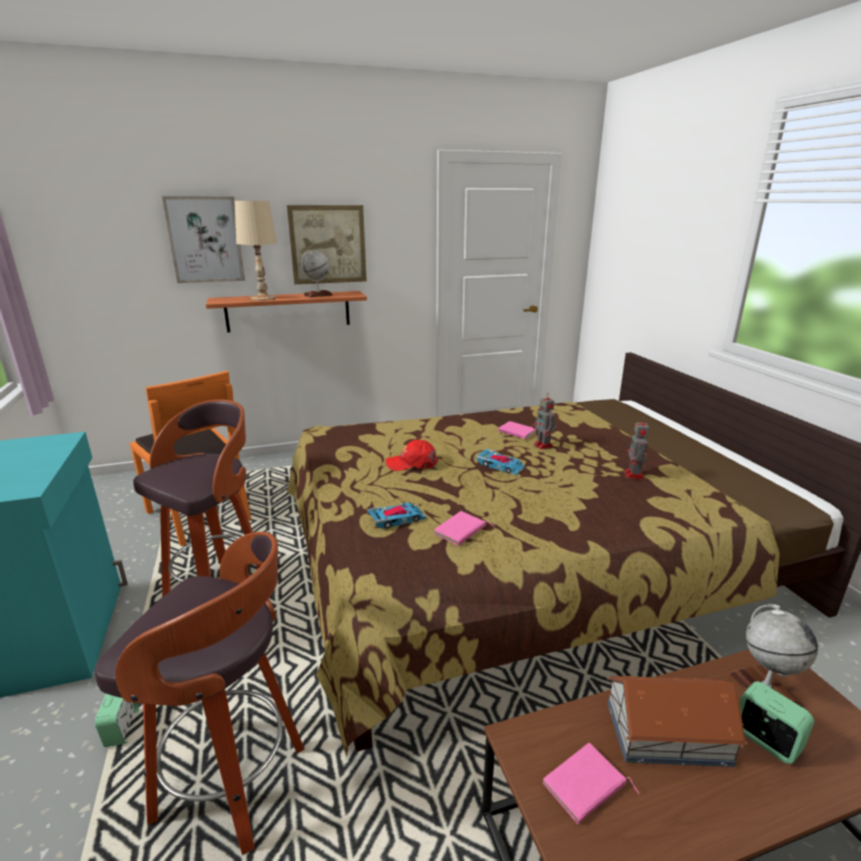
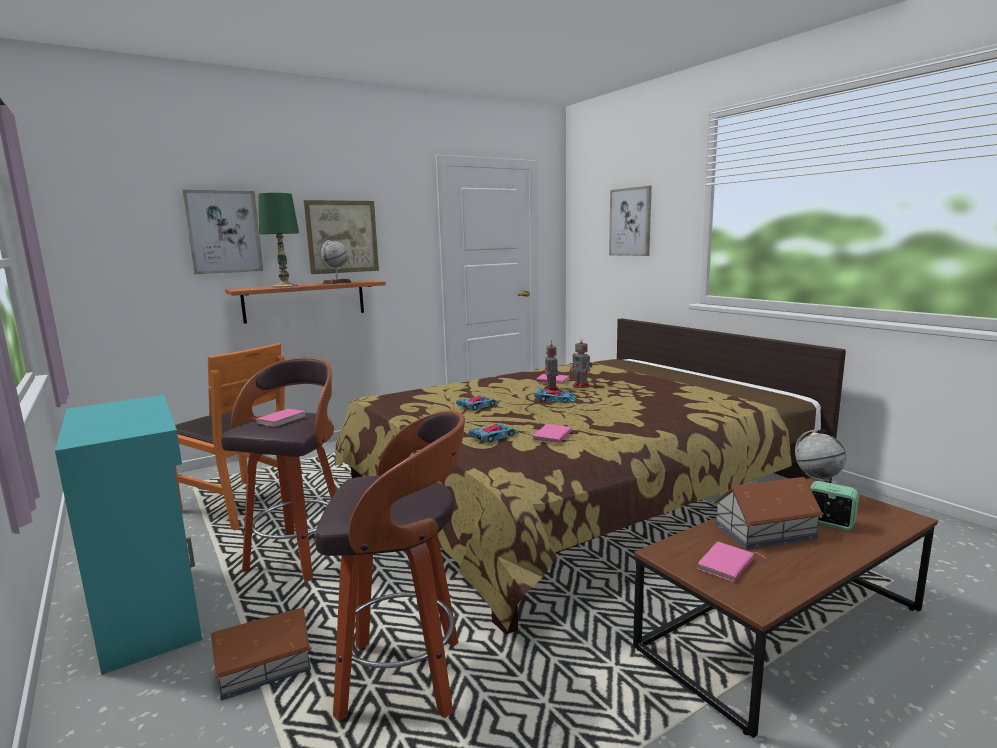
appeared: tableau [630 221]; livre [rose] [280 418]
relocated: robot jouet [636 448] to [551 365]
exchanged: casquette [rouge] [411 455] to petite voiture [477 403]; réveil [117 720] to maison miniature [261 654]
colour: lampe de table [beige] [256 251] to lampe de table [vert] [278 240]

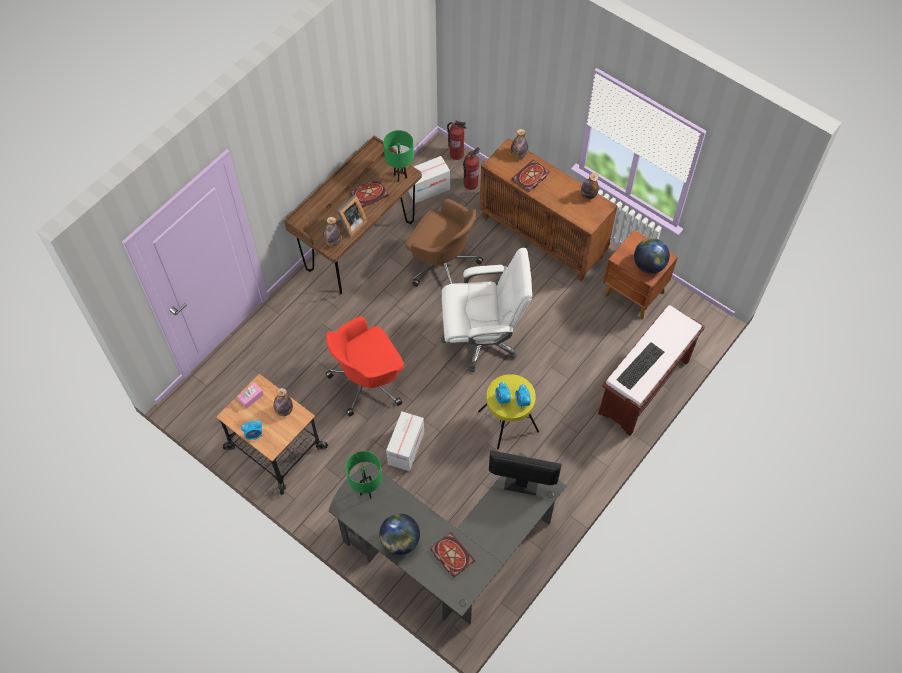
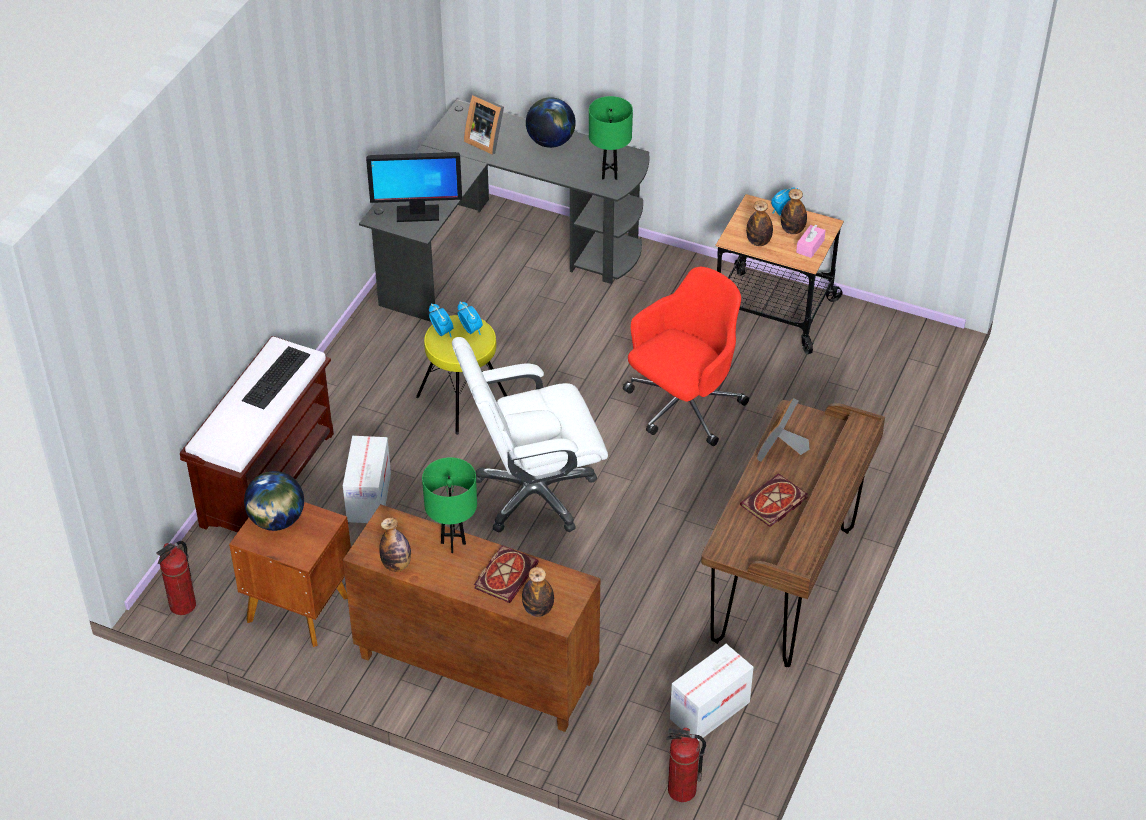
missing: chaise de bureau [marron] [444 243]
relocated: lampe de table [vert] [398 156] to [449 505]; extincteur [471 168] to [176 578]; bouteille [332 231] to [794 211]; carton [405 441] to [367 479]
exchanged: livre [452 554] to cadre photo [484 124]

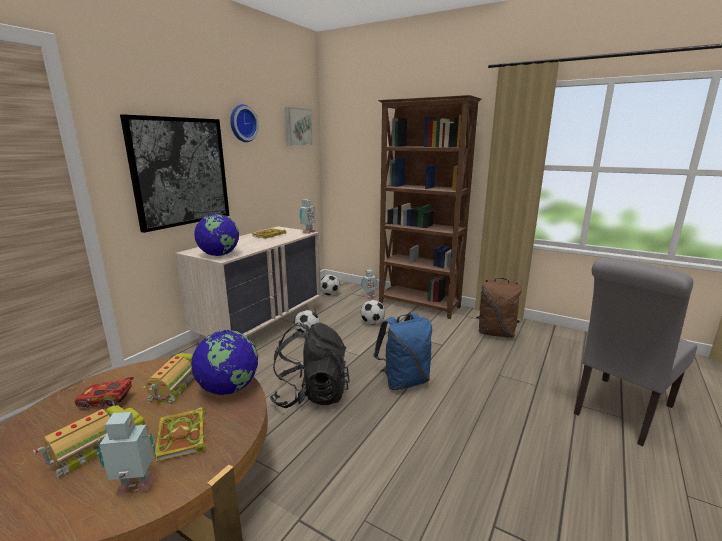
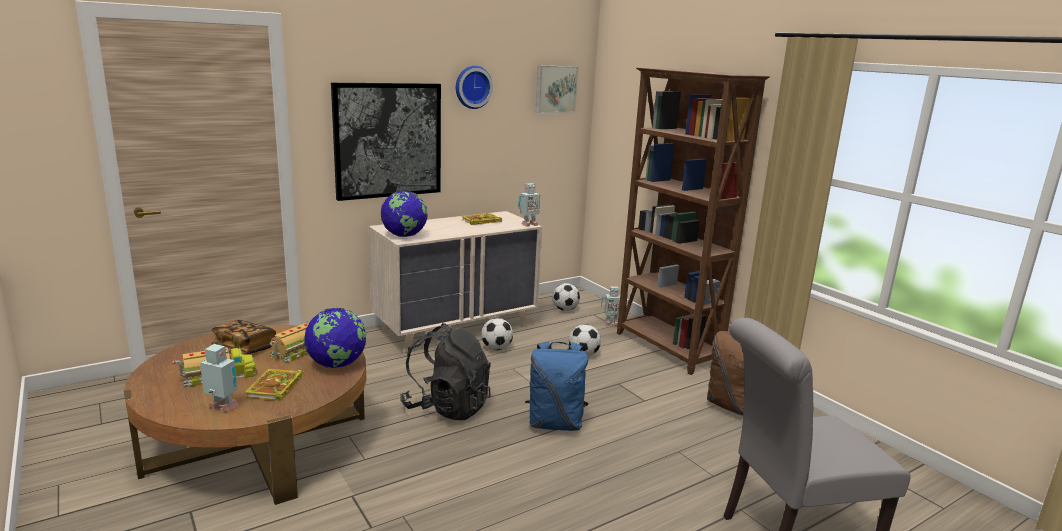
exchanged: petite voiture [rouge] [104 393] to livre [243 337]

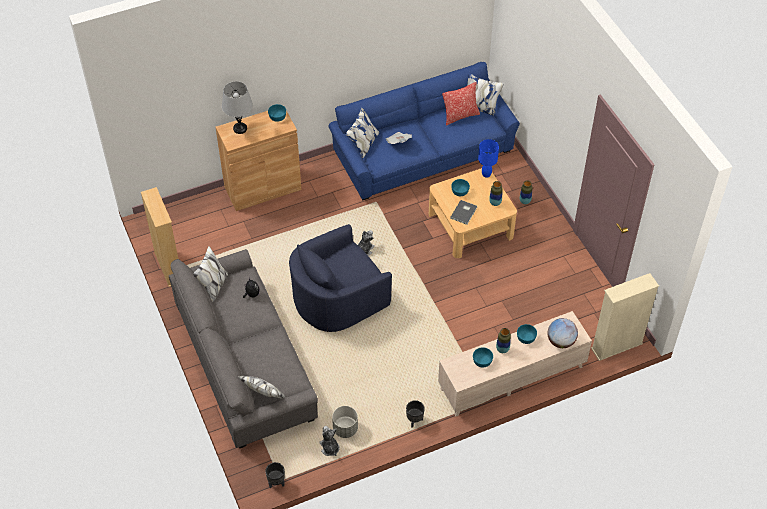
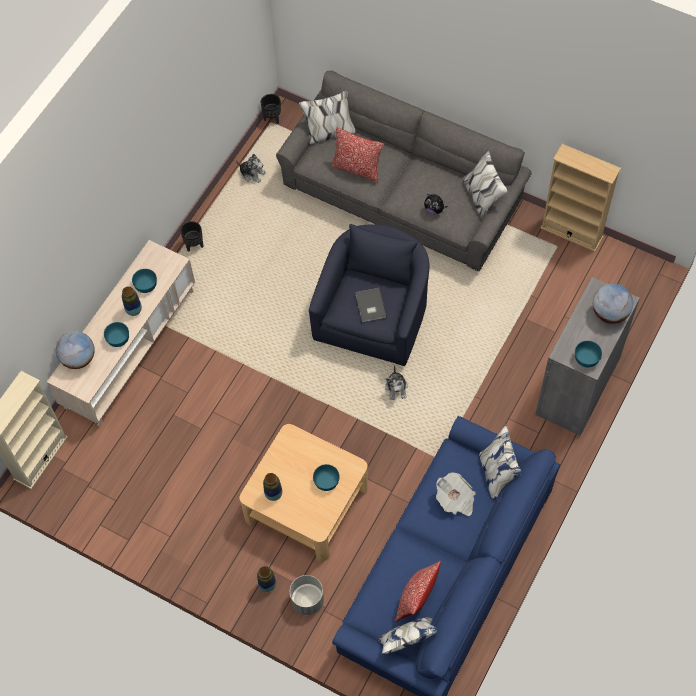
missing: lampe de table [bleu] [488 158]
appeared: coussin [357 156]
relocated: livre [gris] [463 212] to [371 305]; cache-pot [gris] [345 422] to [307 595]
exchanged: lampe de table [gris] [237 107] to globe [613 304]
colour: meuble de rangement [marron] [259 161] to meuble de rangement [gris] [587 356]

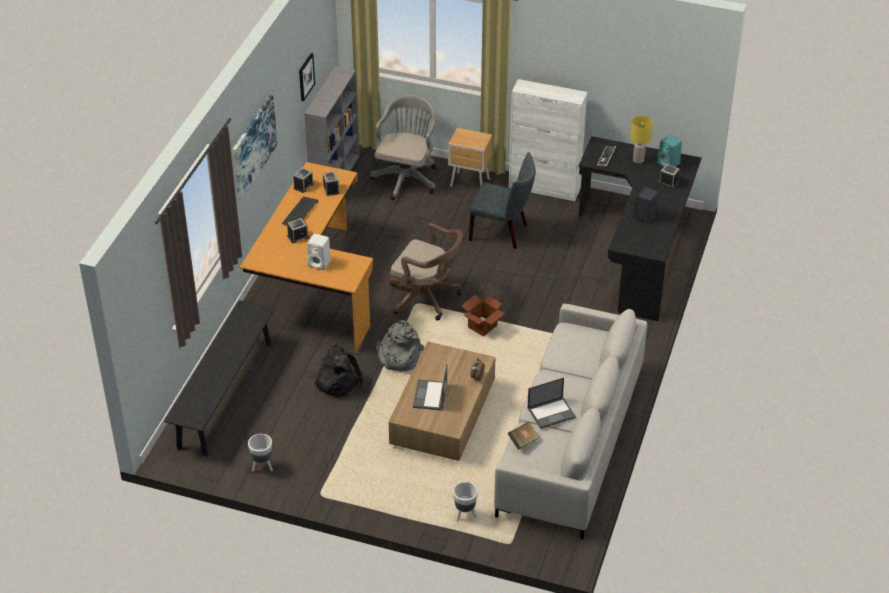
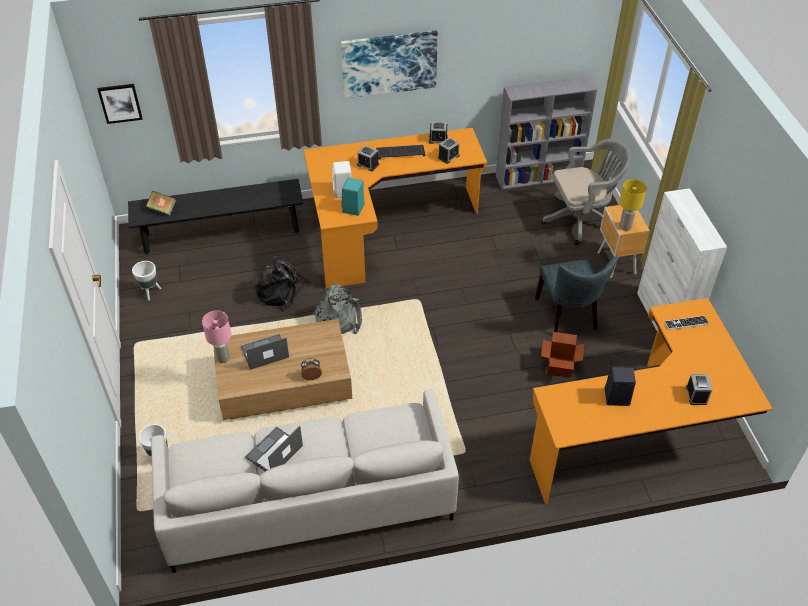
missing: chaise de bureau [marron] [426 272]
appeared: lampe de table [rose] [216 337]
relocated: tableau [307 77] to [120 104]; lampe de table [jaune] [641 140] to [633 205]; enceinte [turquoise] [669 150] to [352 196]; carton [483 316] to [562 355]; livre [524 436] to [161 203]
colour: bureau [noir] [640 228] to bureau [orange] [651 401]
spun: ordinateur portable [552 403] = [274 449] 90 degrees clockwise

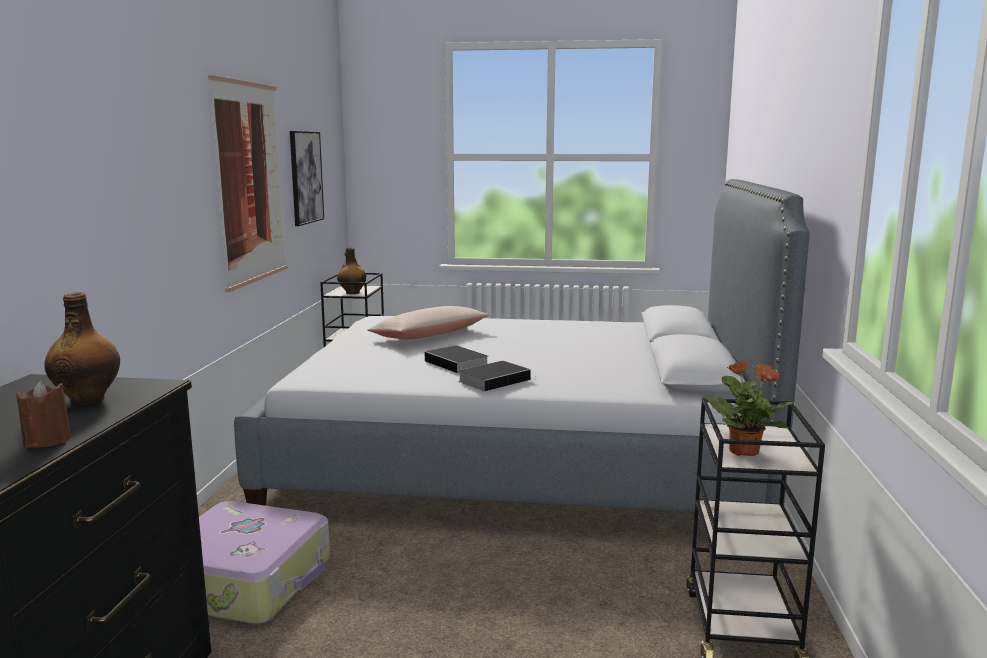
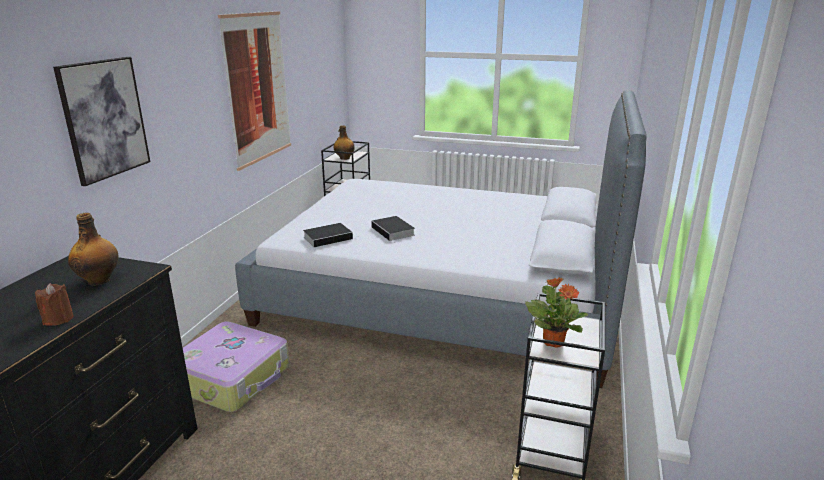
missing: coussin [beige] [428 322]
relocated: tableau [307 178] to [101 121]; livre [496 376] to [328 235]

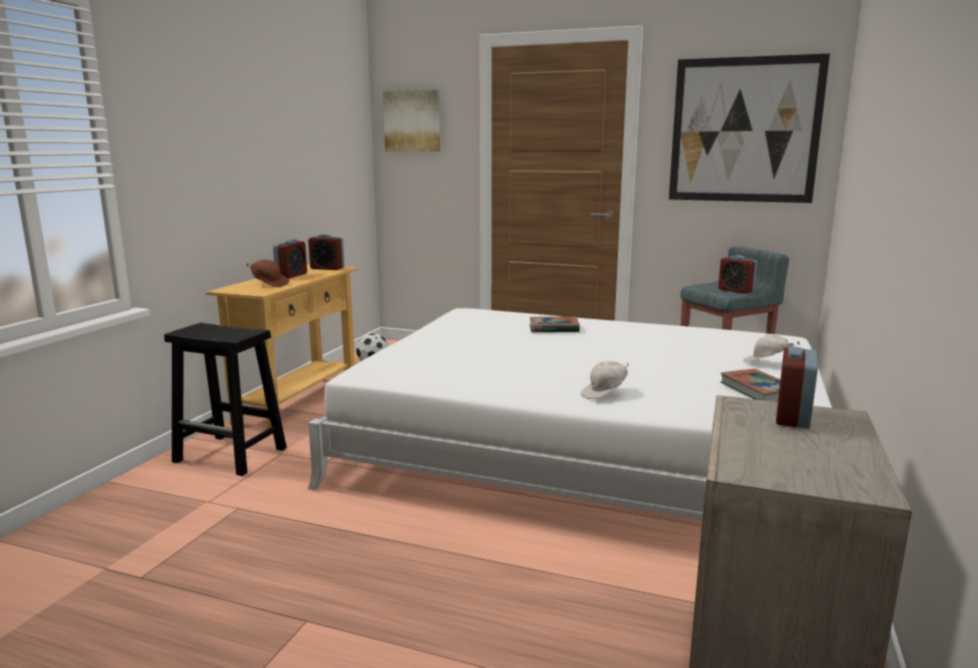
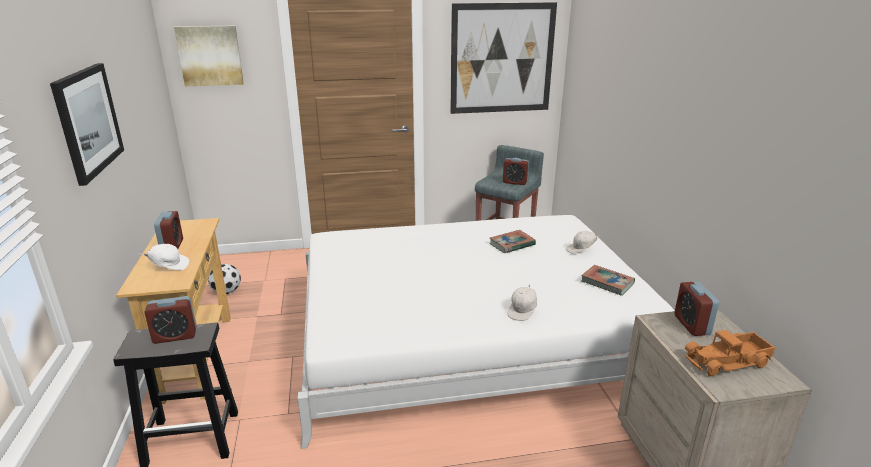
appeared: tableau [87 124]; camion jouet [730 353]
relocated: réveil [326 252] to [170 320]; livre [555 324] to [513 241]
colour: casquette [marron] [268 273] to casquette [blanc] [164 257]

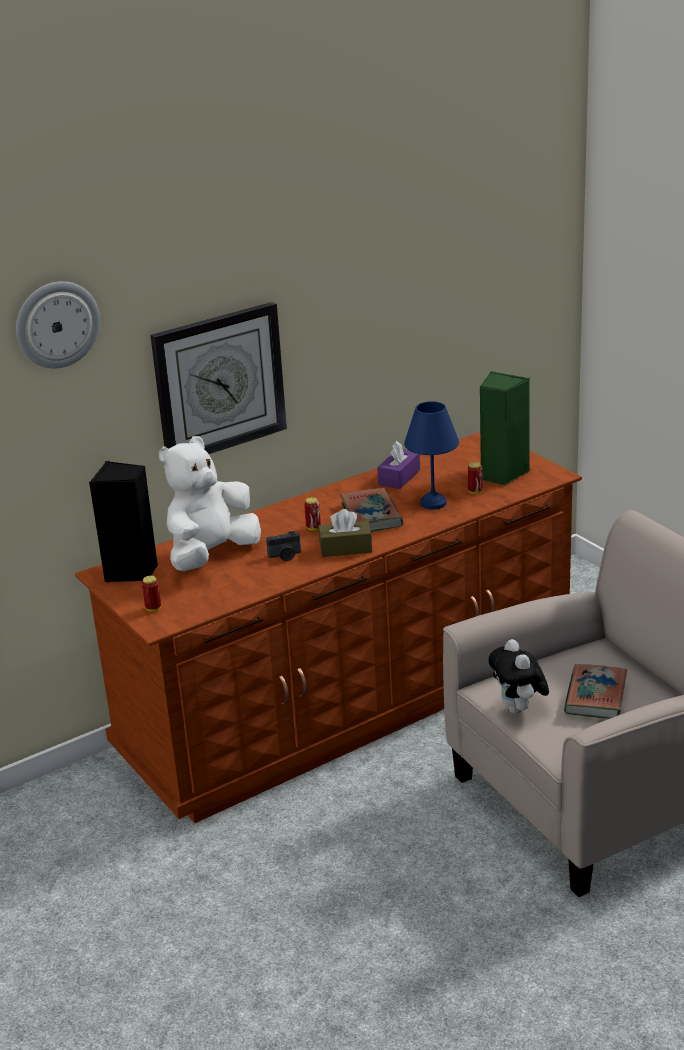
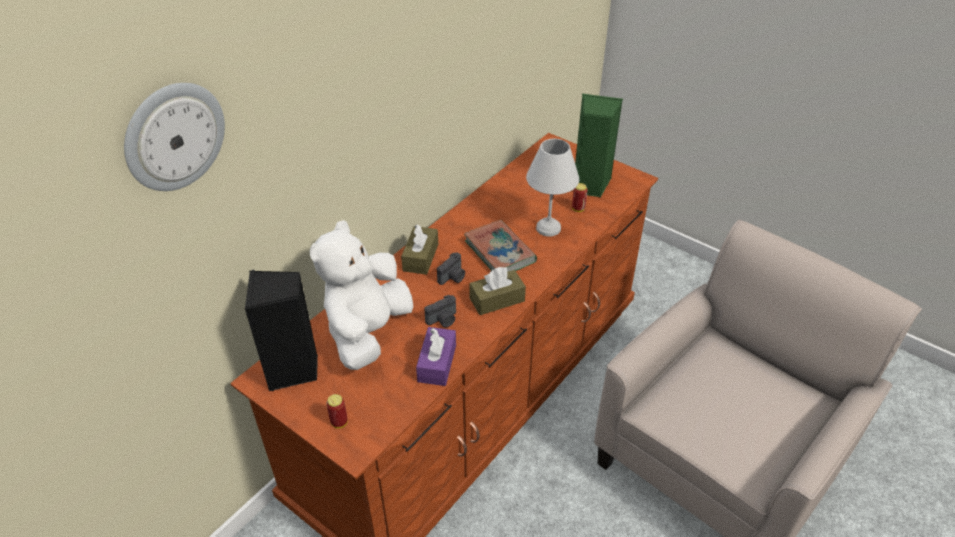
missing: horloge murale [218 378]; peluche [519 676]; livre [595 691]
appeared: boîte à mouchoirs [marron] [419 249]
relocated: boîte à mouchoirs [violet] [398 465] to [436 356]
exchanged: boîte métallique [312 514] to appareil photo [451 269]
colour: lampe de table [bleu] [431 455] to lampe de table [blanc] [552 188]

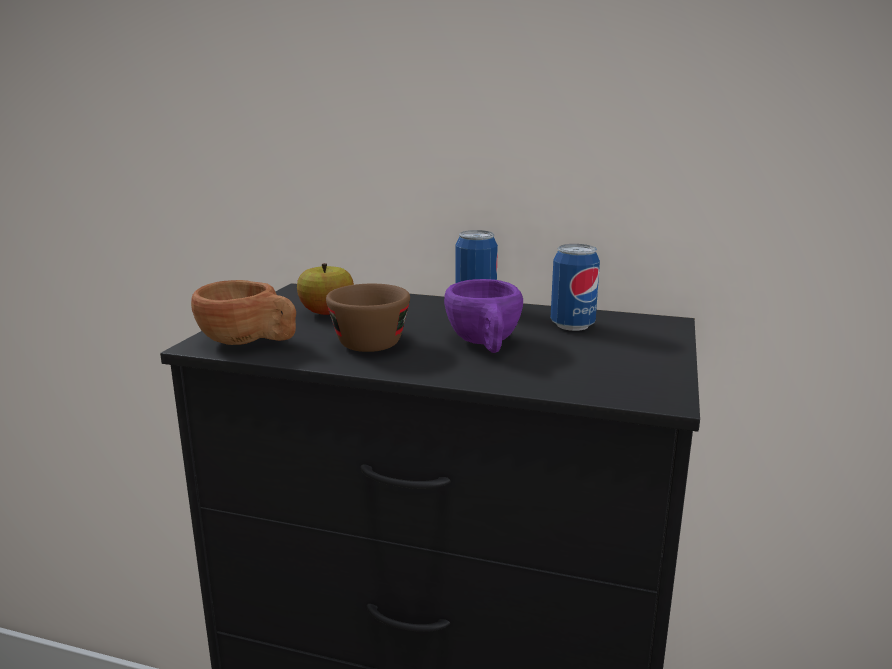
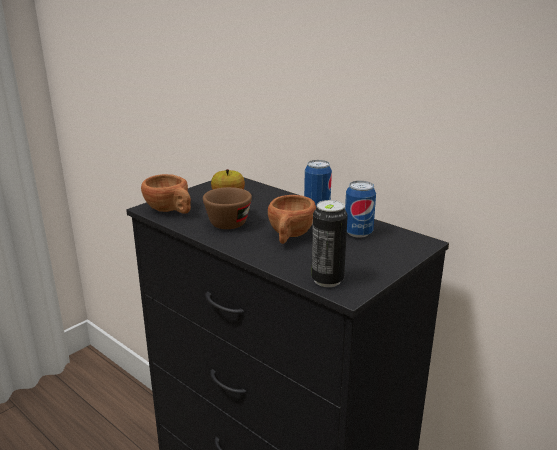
appeared: boîte métallique [329 243]
colour: tasse [violet] [483 316] to tasse [marron] [292 219]

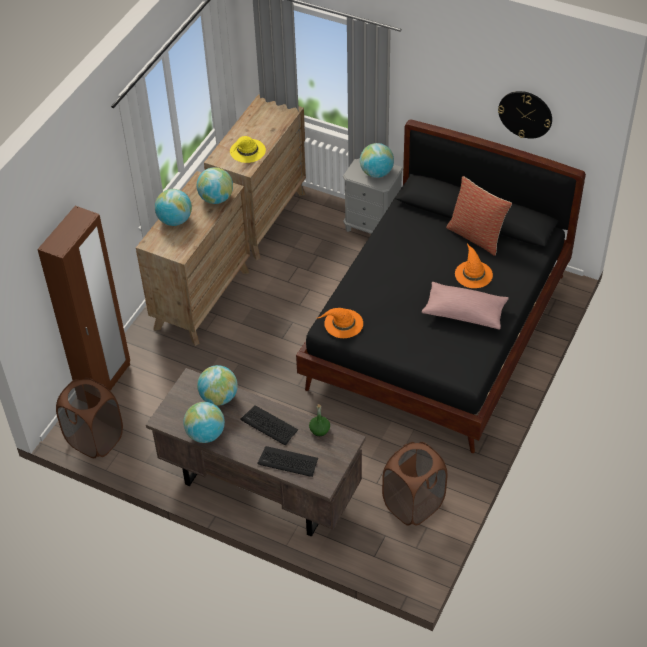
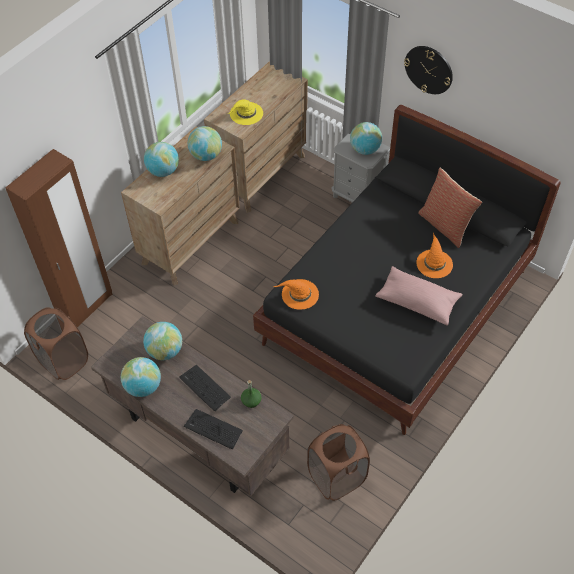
relocated: horloge murale [525 114] to [428 70]

